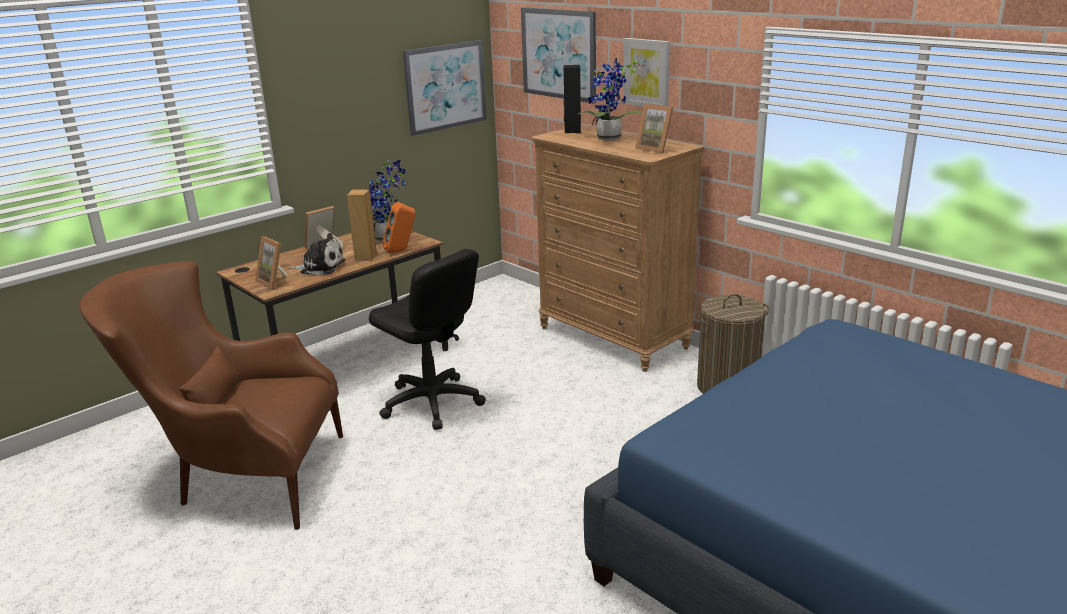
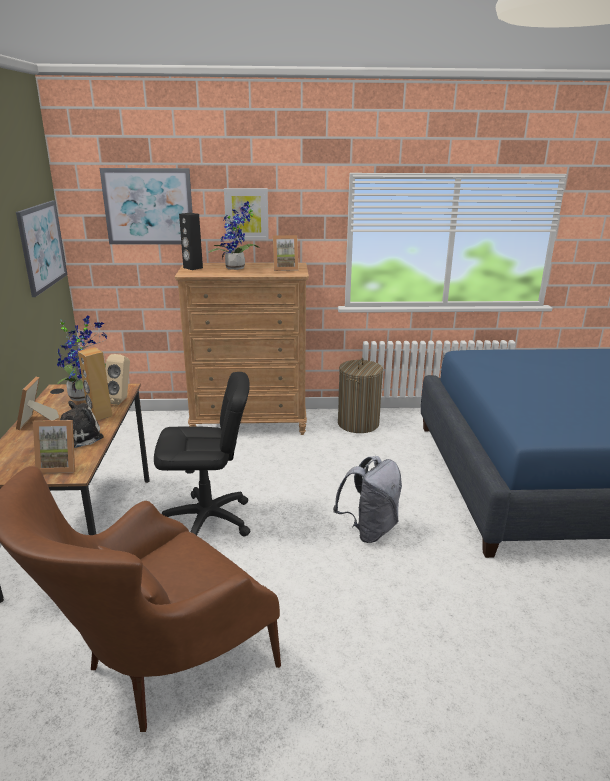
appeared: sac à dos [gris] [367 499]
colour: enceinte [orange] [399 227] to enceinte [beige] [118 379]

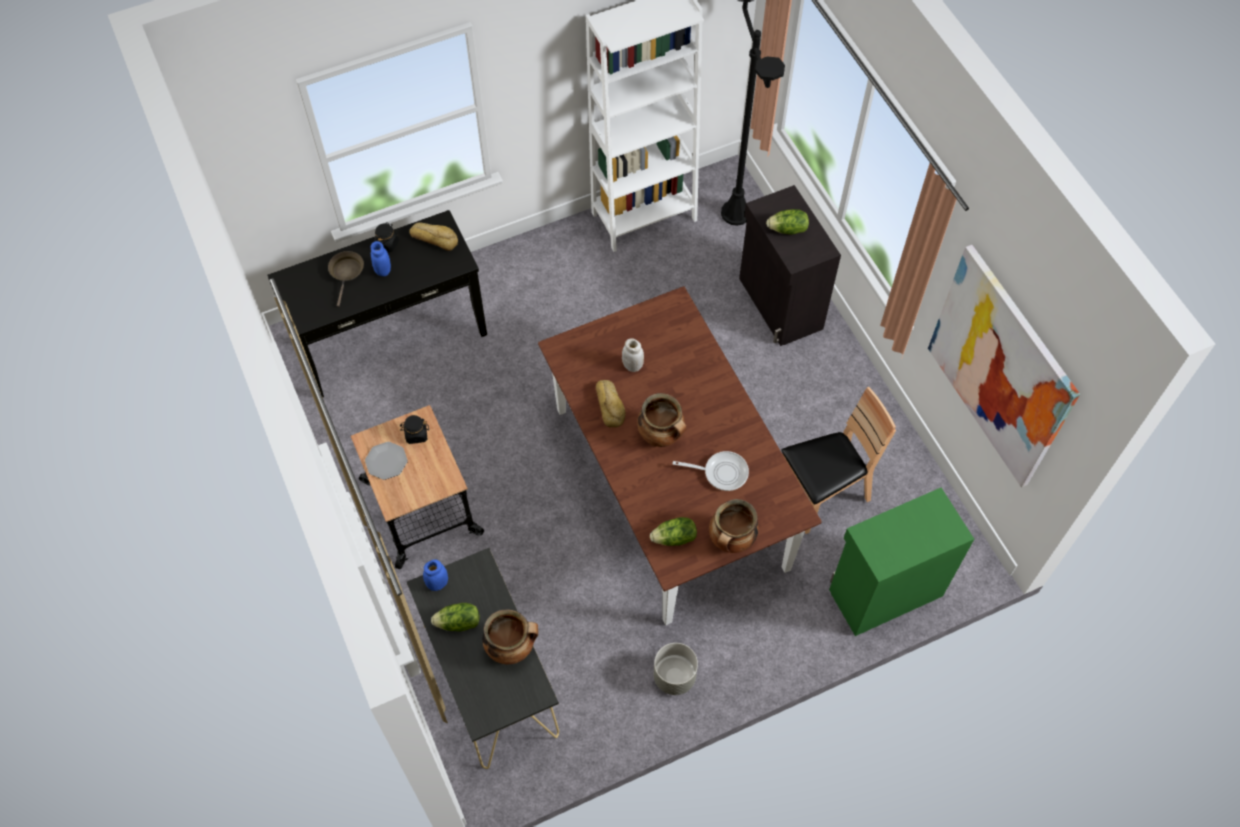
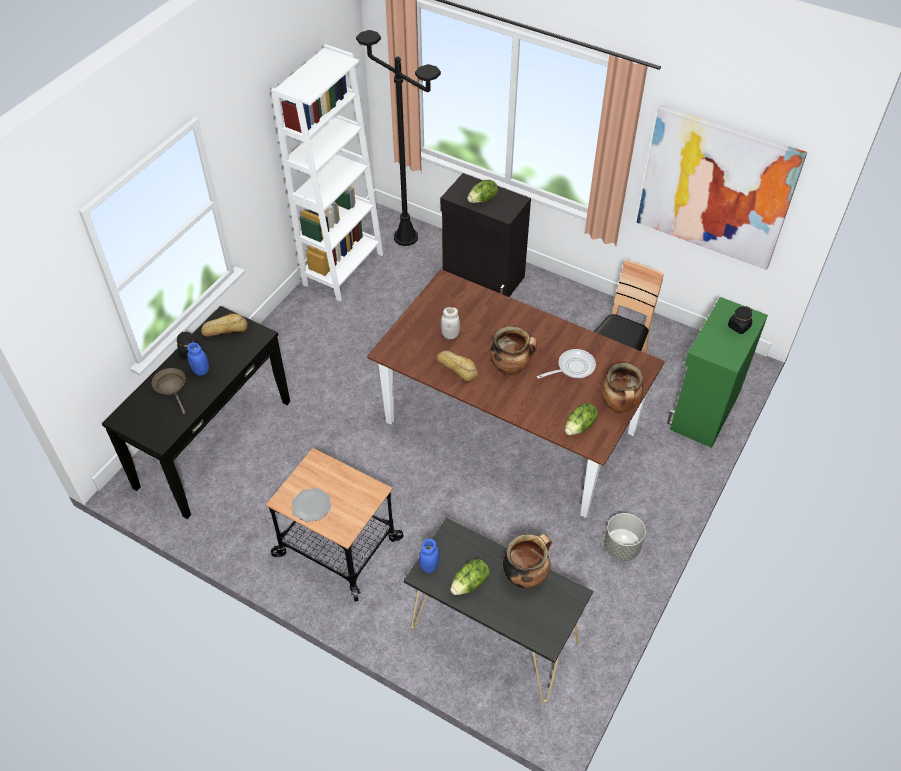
relocated: bocal [noir] [414 429] to [740 320]

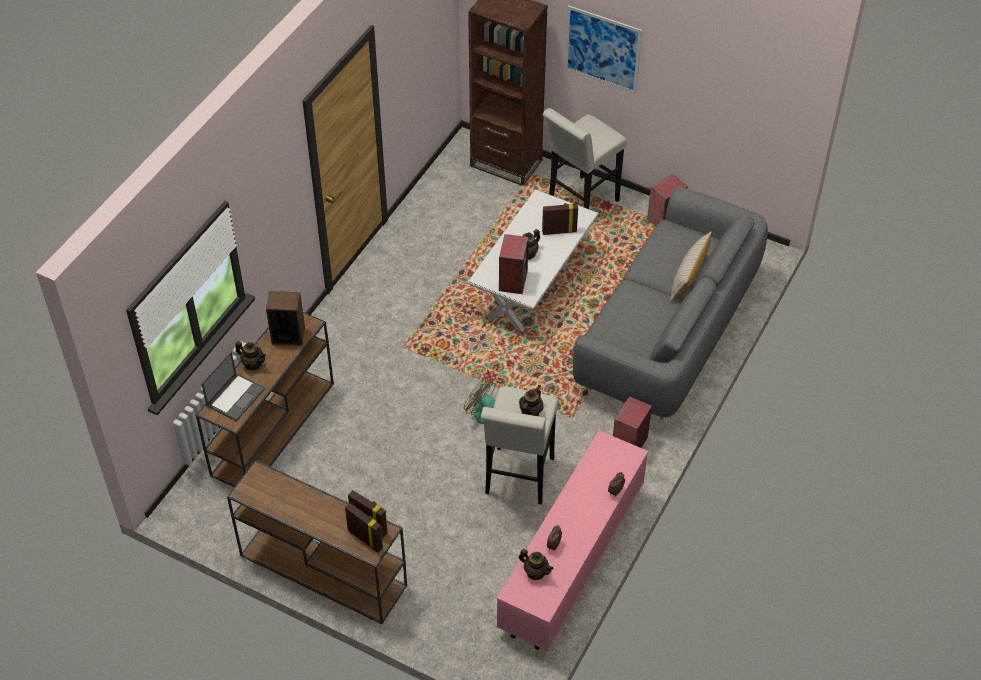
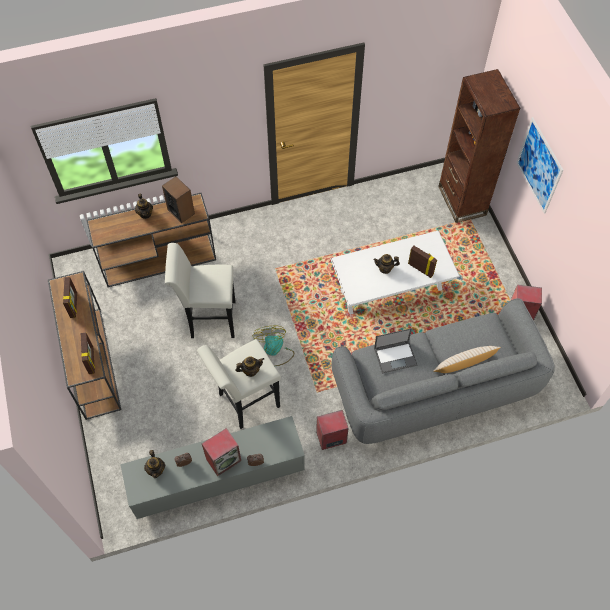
relocated: tabouret [blanc] [584 158] to [200 290]; enceinte [513 264] to [221 452]; ordinateur portable [233 387] to [395 351]; cadre photo [364 528] to [70 297]
colour: meuble télé [rose] [572 541] to meuble télé [gris] [212 467]

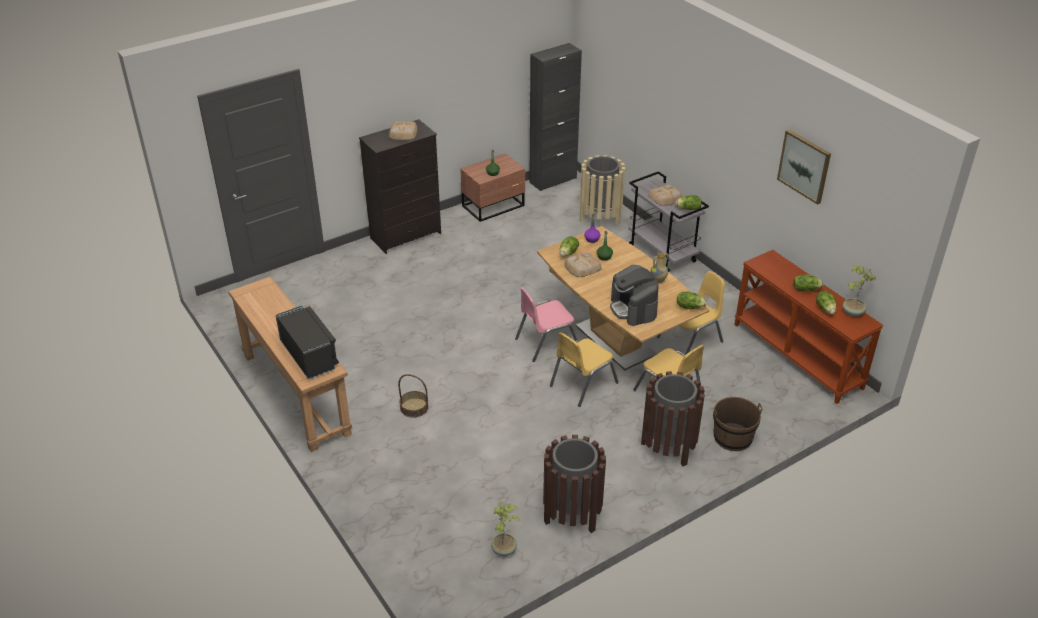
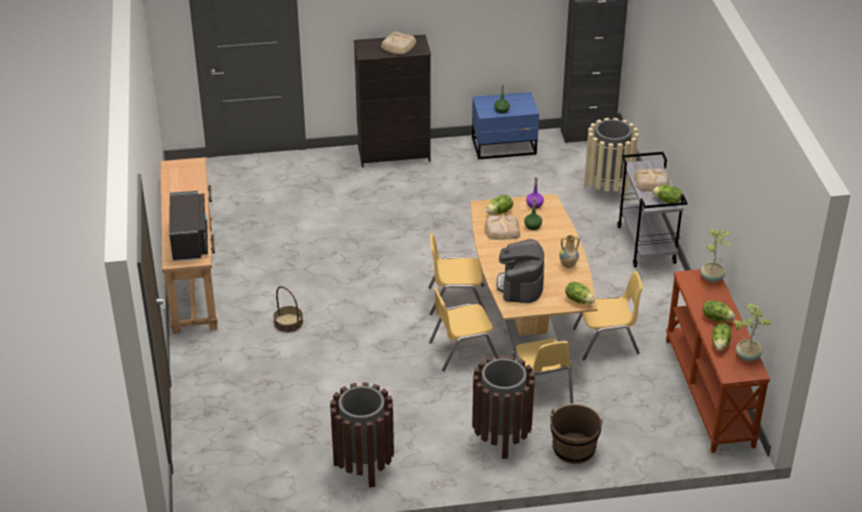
missing: tableau [804 167]
relocated: plante en pot [506 528] to [716 255]
colour: table de chevet [marron] [492 187] to table de chevet [bleu] [505 125]; chaise [rose] [546 324] to chaise [jaune] [457 274]

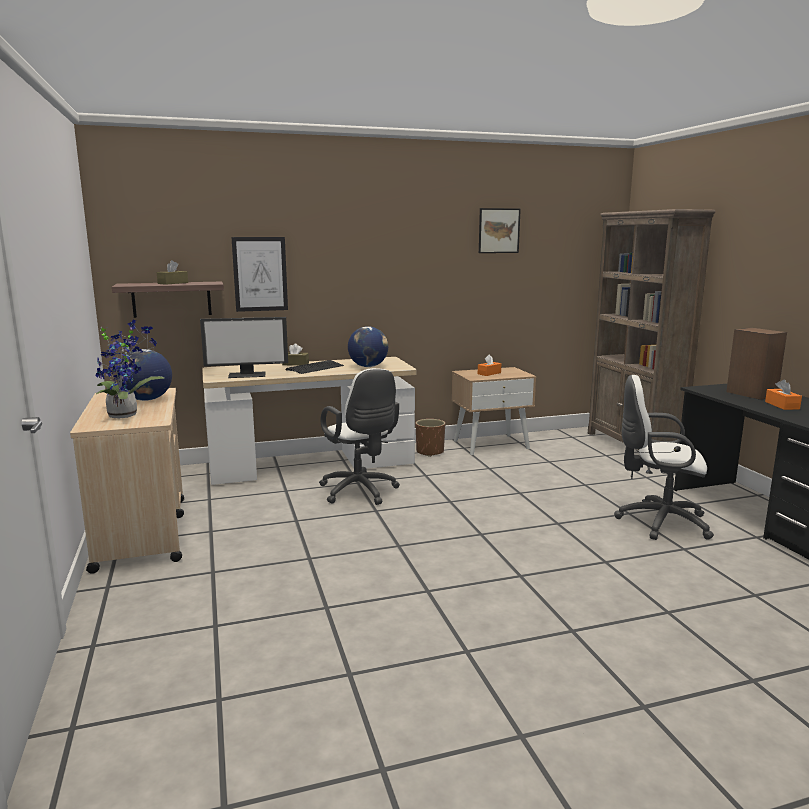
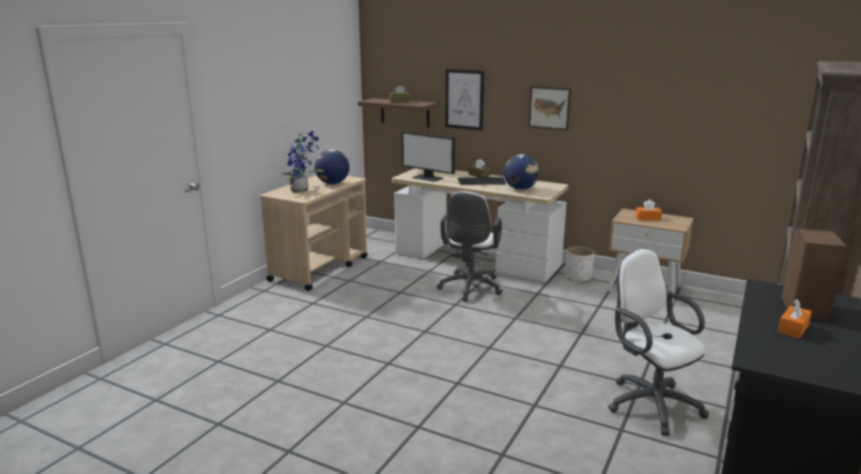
relocated: tableau [500 230] to [550 108]
colour: cache-pot [marron] [430 438] to cache-pot [blanc] [580 263]

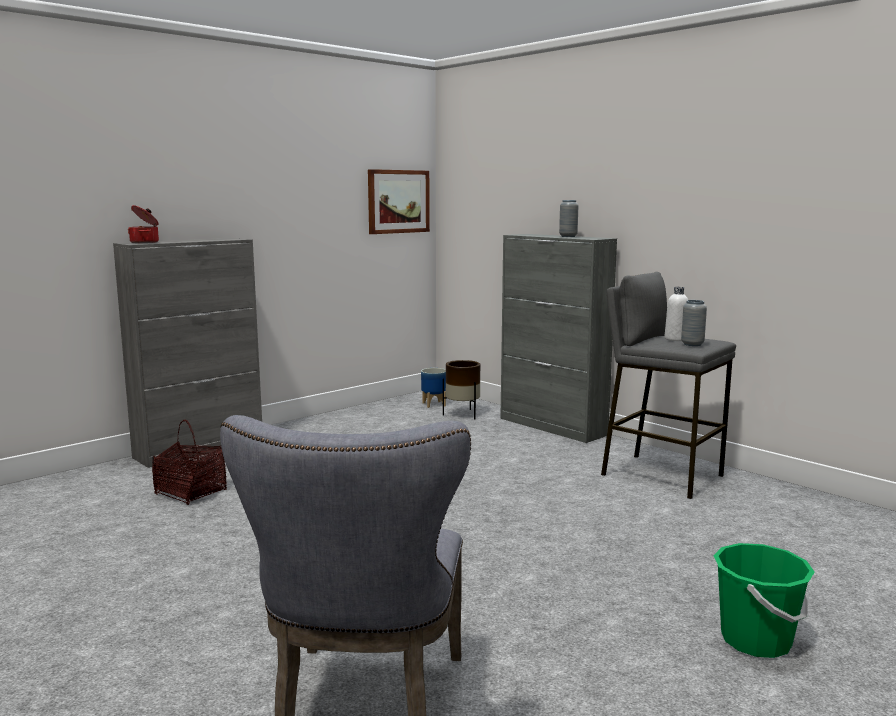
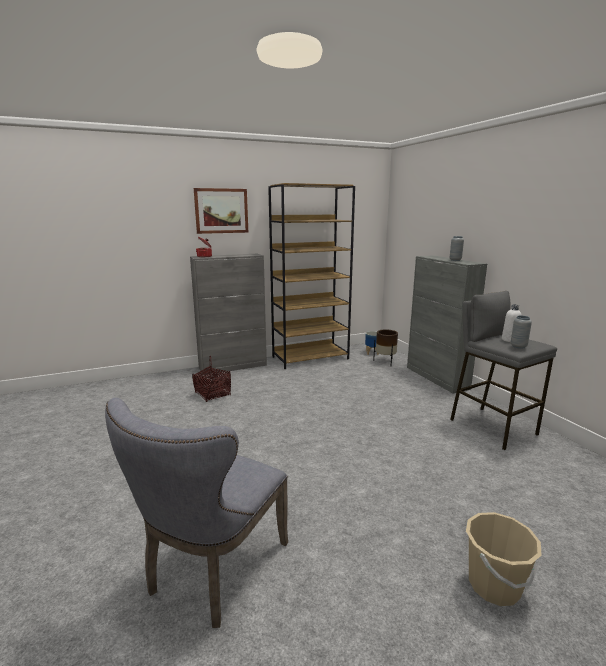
appeared: bibliothèque [marron] [311 276]
relocated: tableau [399 201] to [221 211]
colour: seau [vert] [764 600] to seau [beige] [504 559]

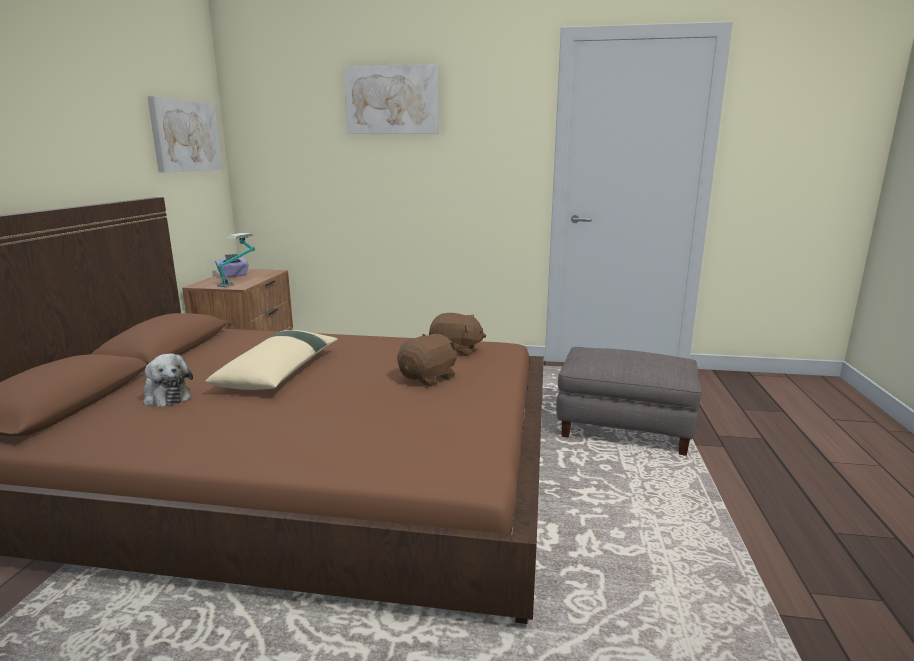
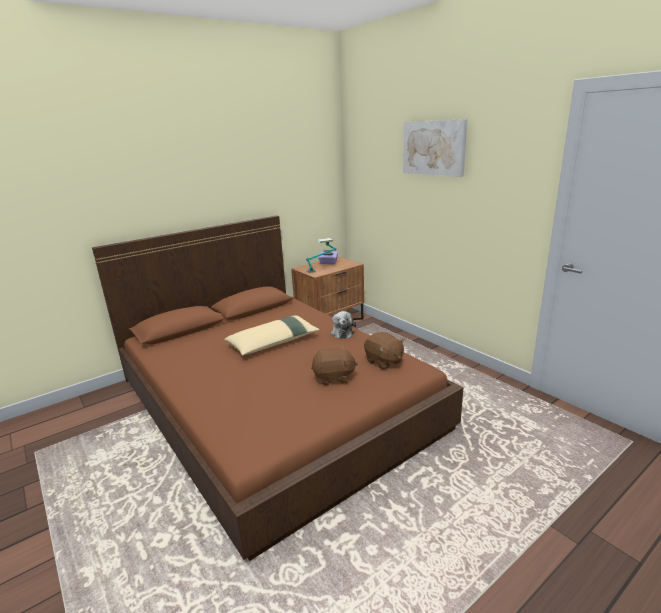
missing: tableau [184 134]; pouf [gris] [629 401]
relocated: peluche [168 380] to [343 325]

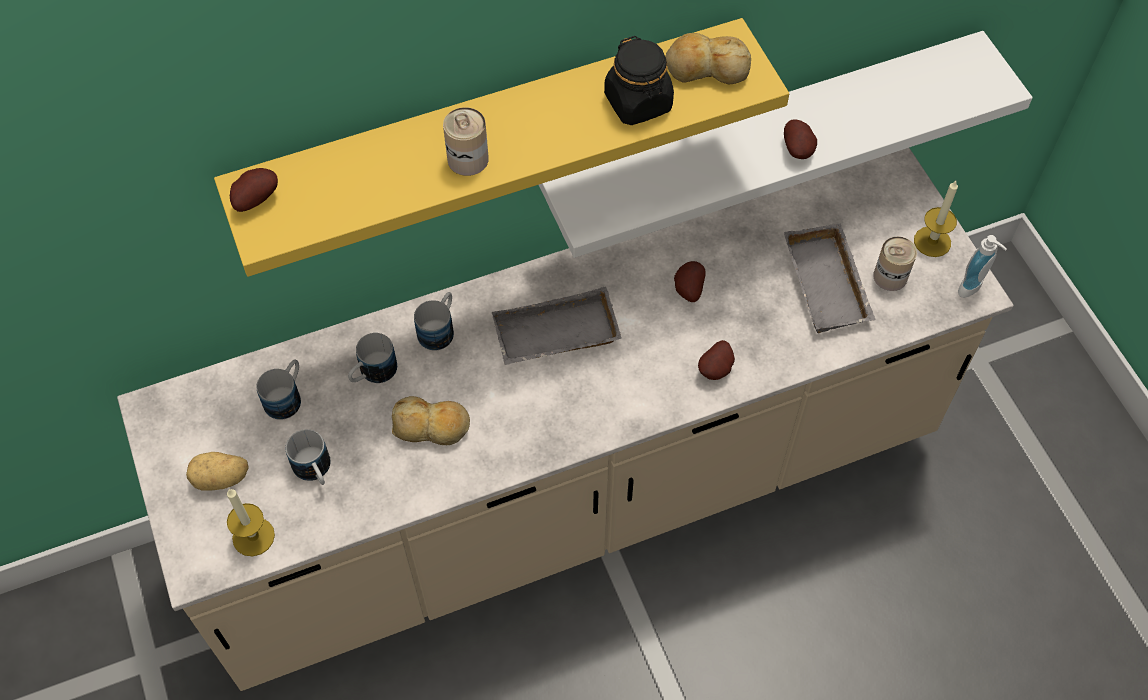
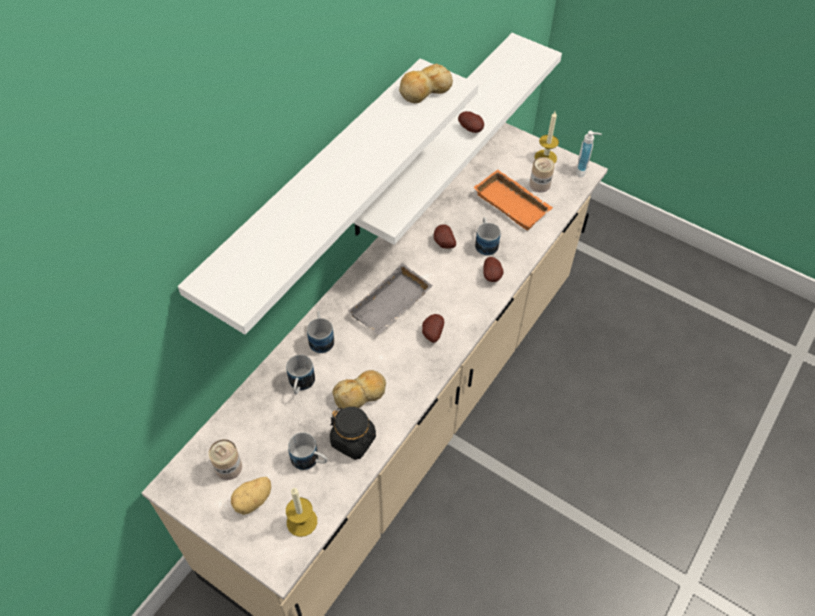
relocated: bocal [noir] [639 80] to [353 433]; boîte métallique [466 141] to [225 459]; pomme de terre [254 190] to [433 328]; mug [278 390] to [488 236]
colour: étagère [jaune] [501 147] to étagère [blanc] [328 196]; plateau [gris] [829 278] to plateau [orange] [513 200]

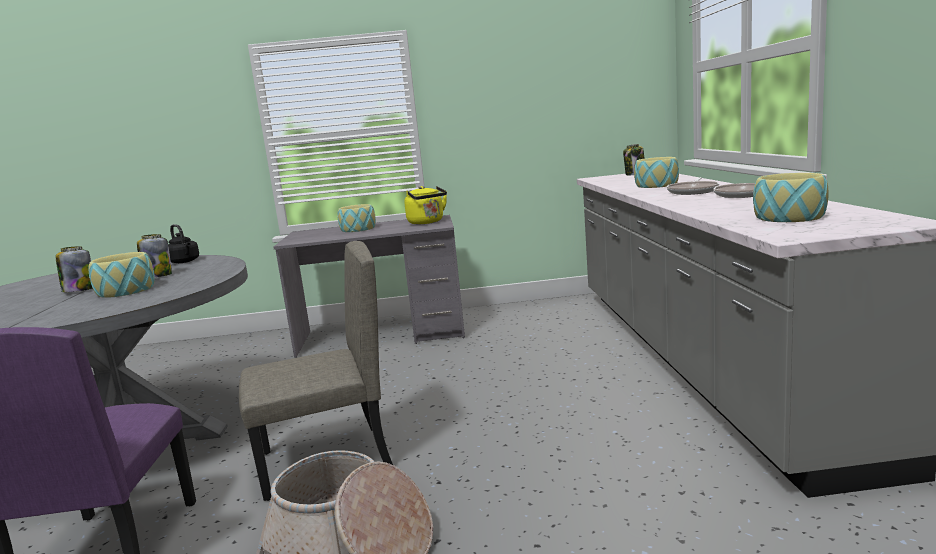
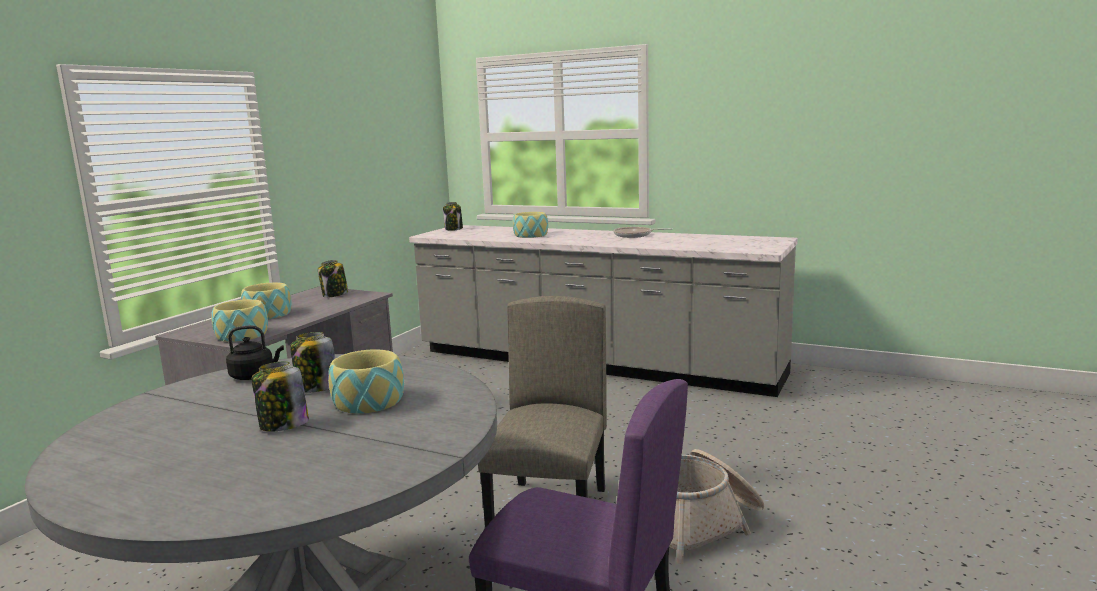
missing: poêle [693 186]
relocated: bol [791 197] to [239 320]
exchanged: bouilloire [jaune] [425 205] to bocal [333 279]

